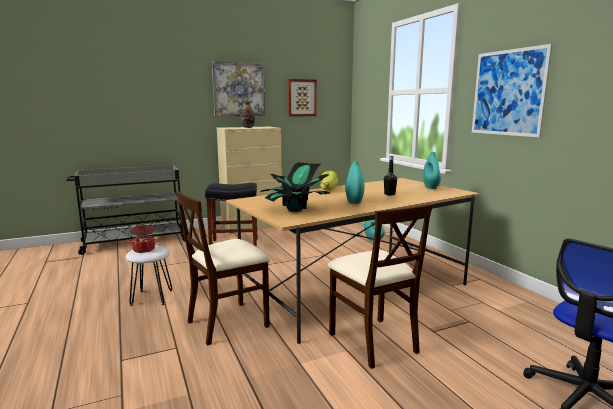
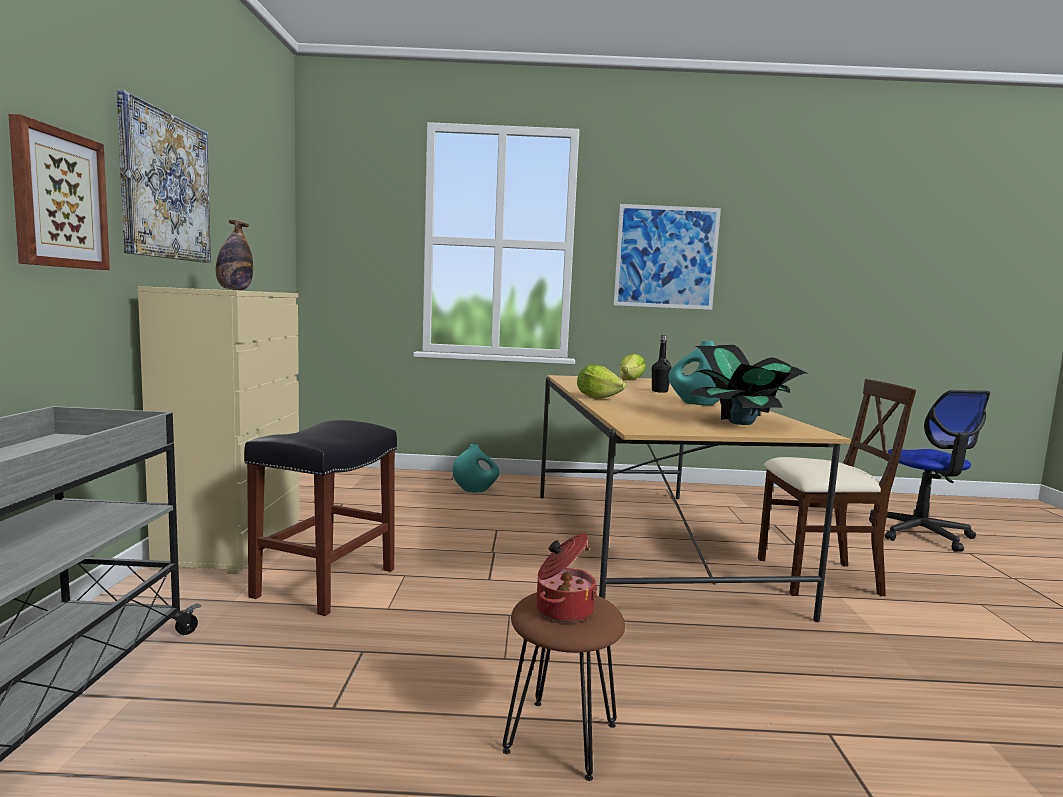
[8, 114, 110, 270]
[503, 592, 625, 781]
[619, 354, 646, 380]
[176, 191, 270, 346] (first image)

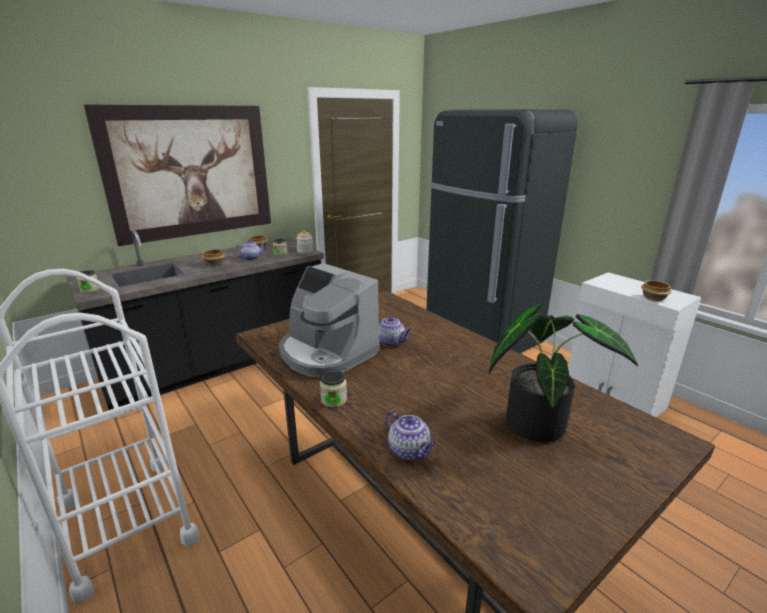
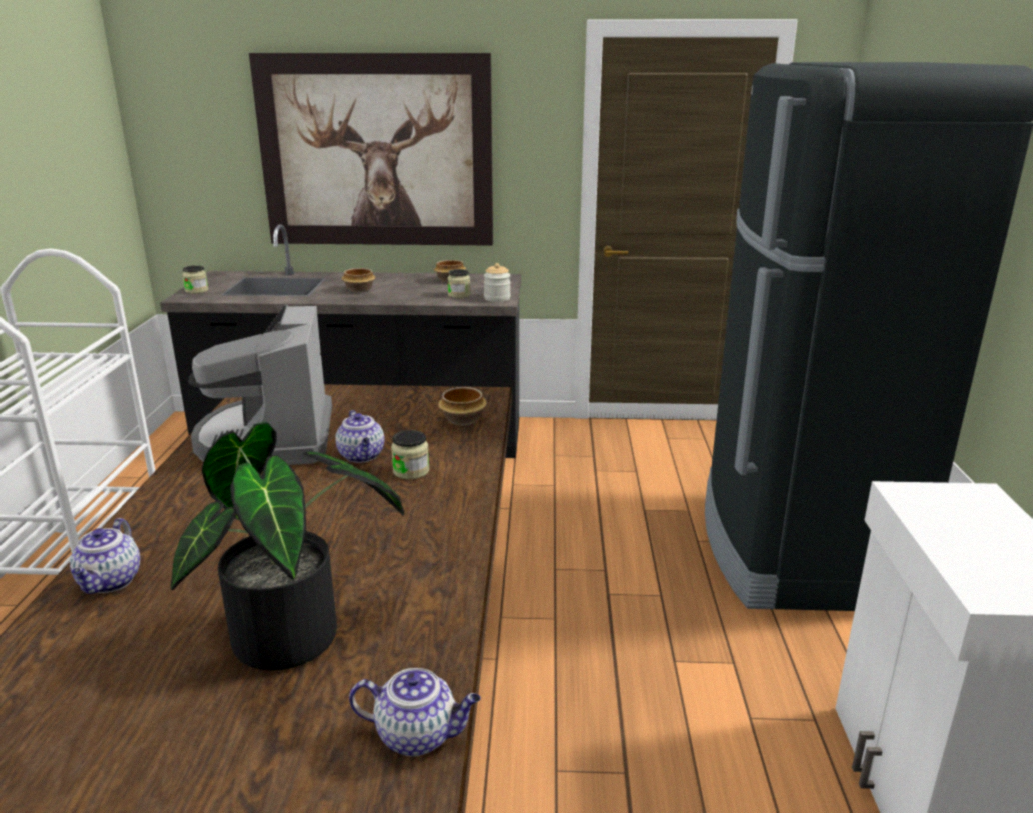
[349, 668, 481, 756]
[391, 430, 429, 479]
[438, 387, 487, 425]

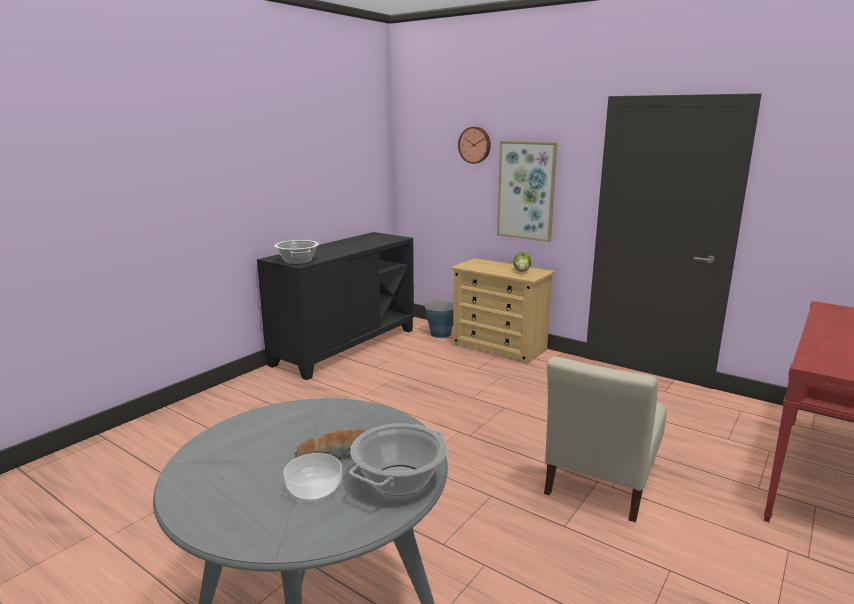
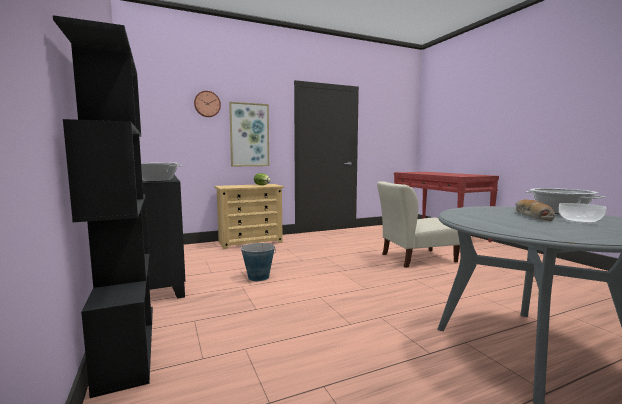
[53, 15, 153, 398]
[241, 243, 276, 281]
[377, 181, 460, 268]

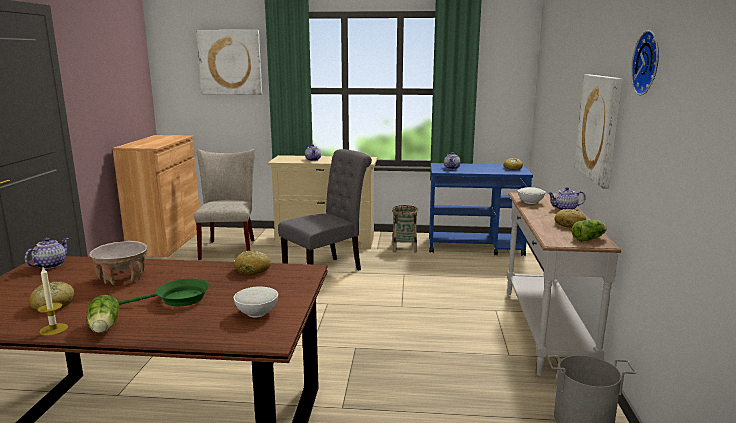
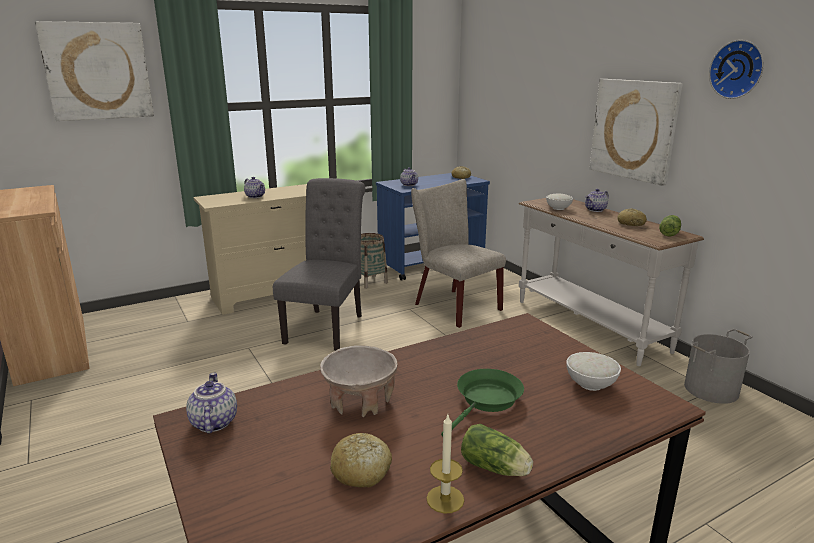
[411, 179, 506, 328]
[234, 250, 271, 274] (first image)

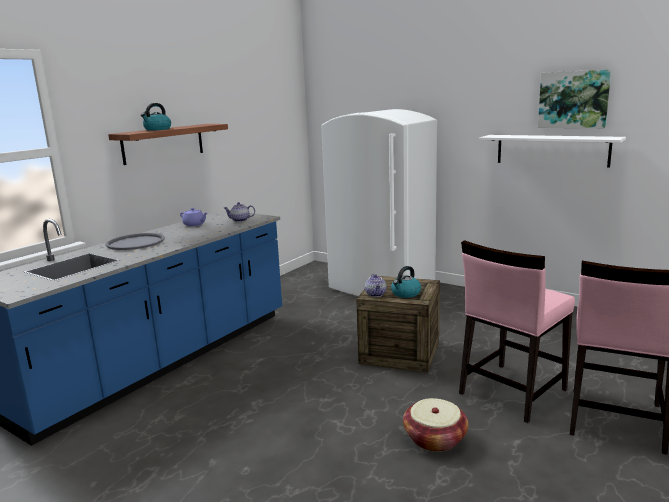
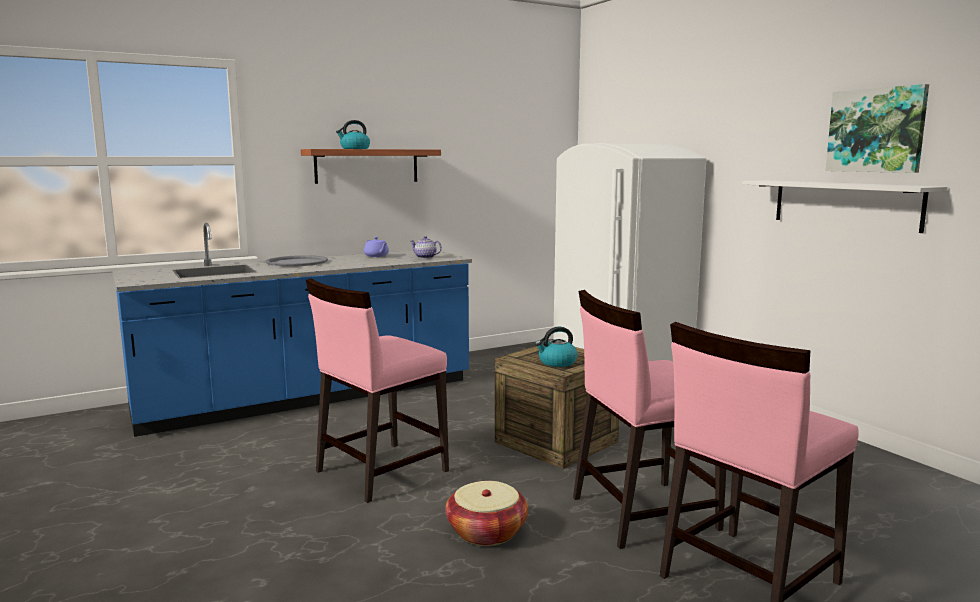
[306, 279, 449, 503]
[365, 274, 386, 297] (first image)

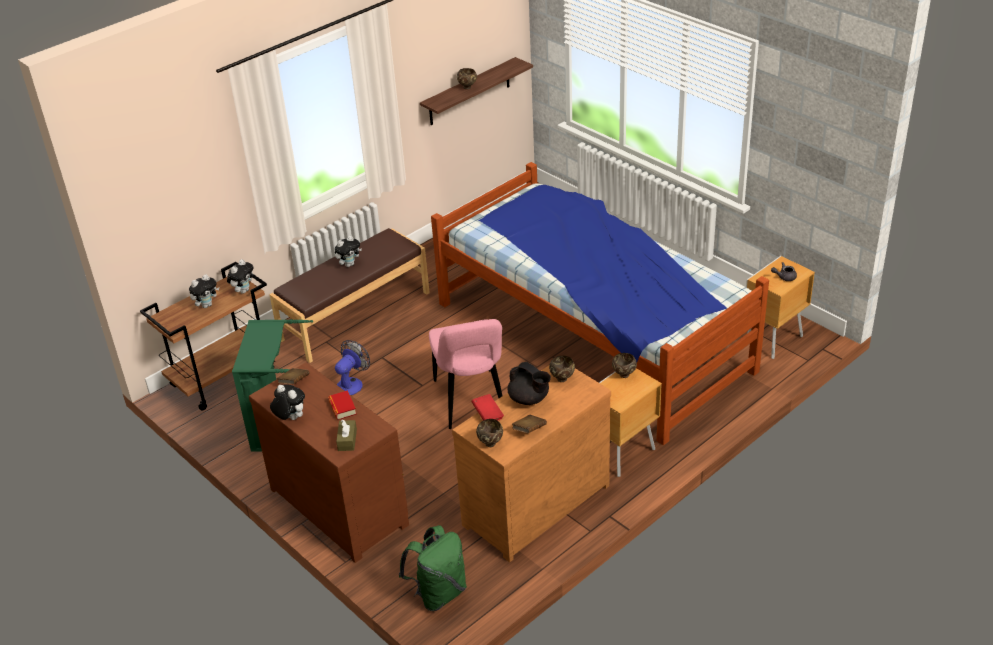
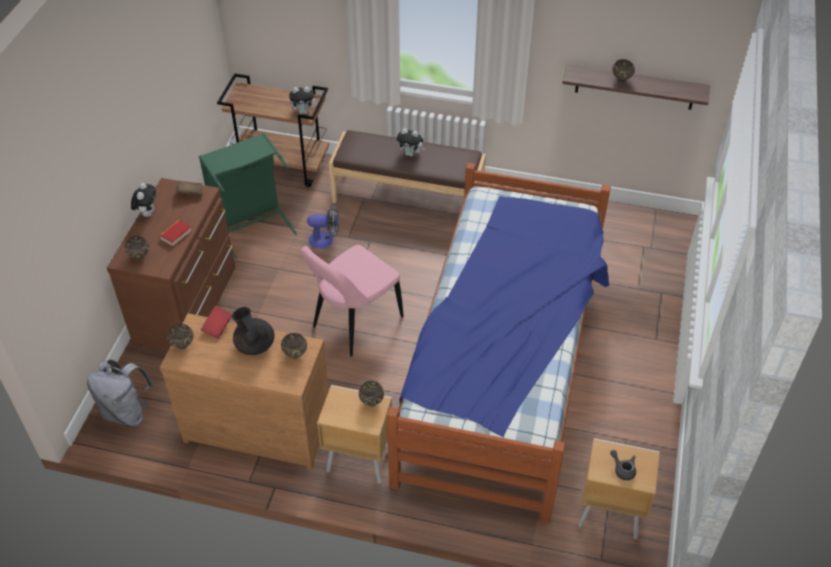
[87, 360, 153, 426]
[125, 236, 149, 260]
[232, 307, 275, 355]
[189, 274, 219, 308] (first image)
[512, 415, 547, 433] (first image)

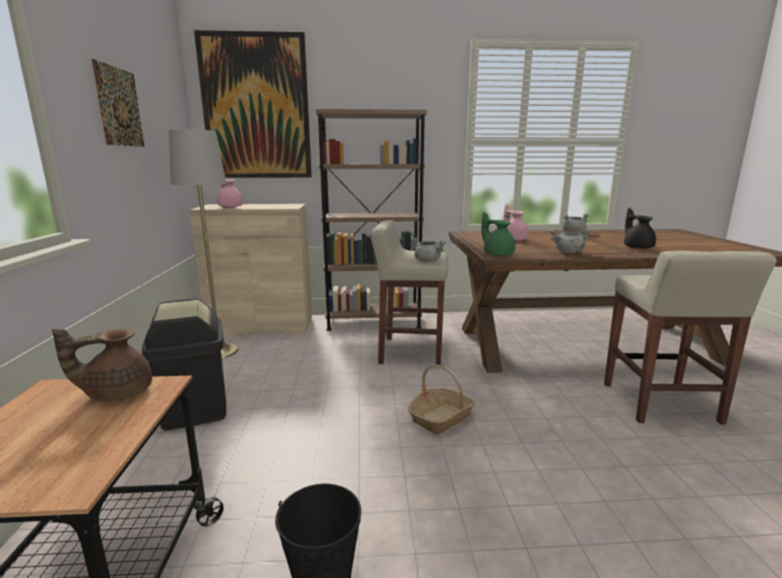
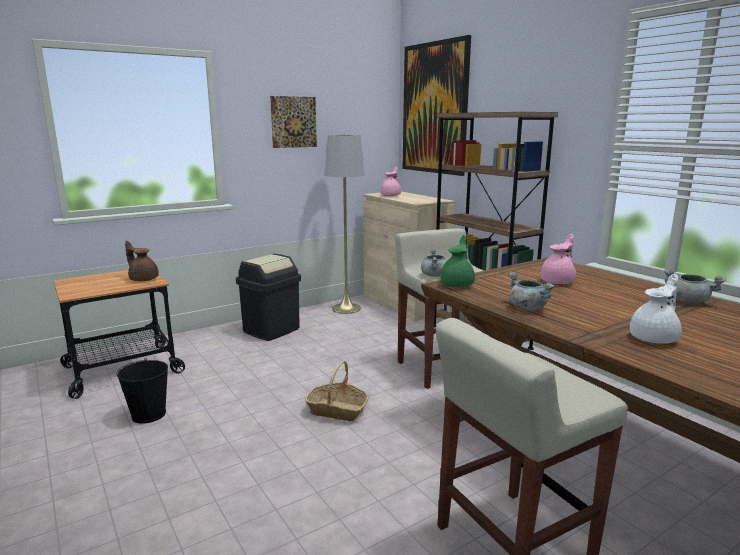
[630, 273, 682, 344]

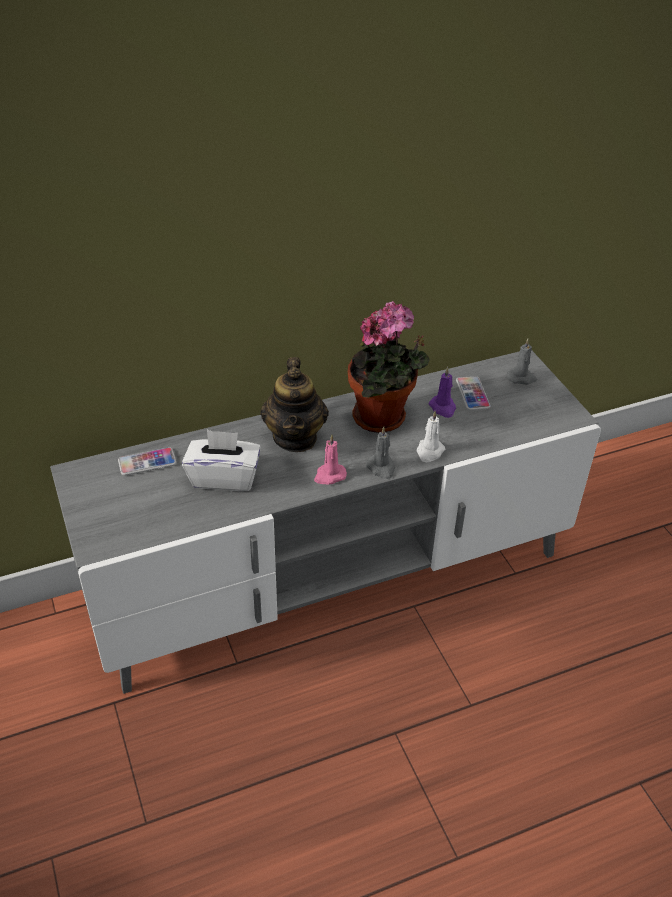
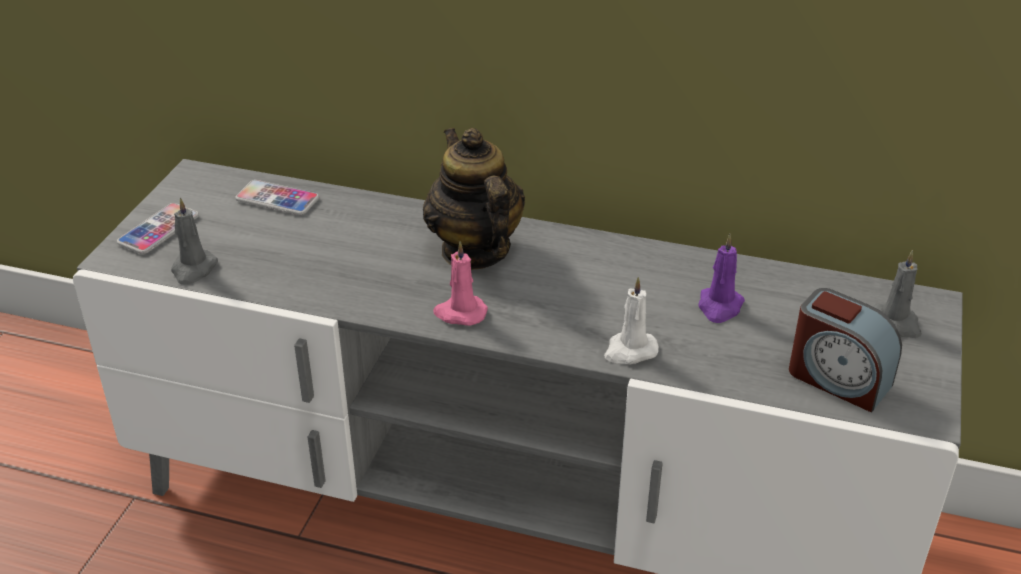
[117, 203, 199, 254]
[171, 198, 218, 285]
[423, 128, 525, 270]
[789, 288, 902, 412]
[182, 430, 261, 491] (first image)
[348, 301, 430, 433] (first image)

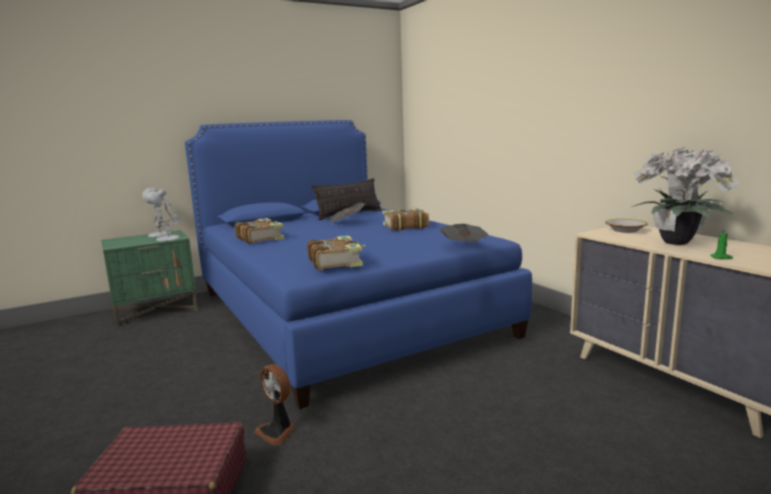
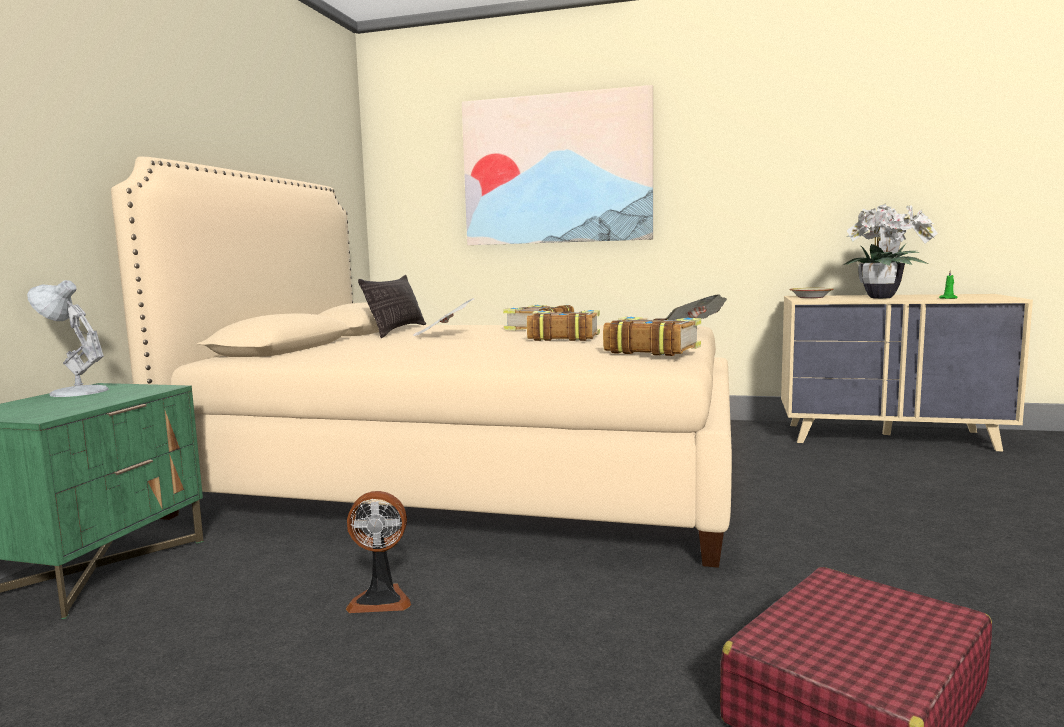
[111, 157, 732, 568]
[346, 491, 411, 613]
[462, 85, 653, 245]
[527, 310, 600, 341]
[146, 189, 180, 241] (first image)

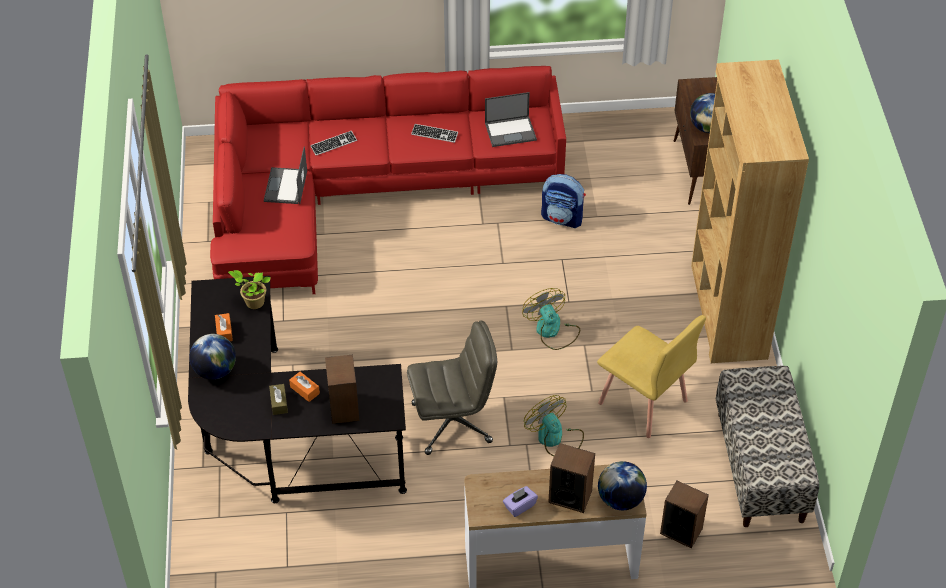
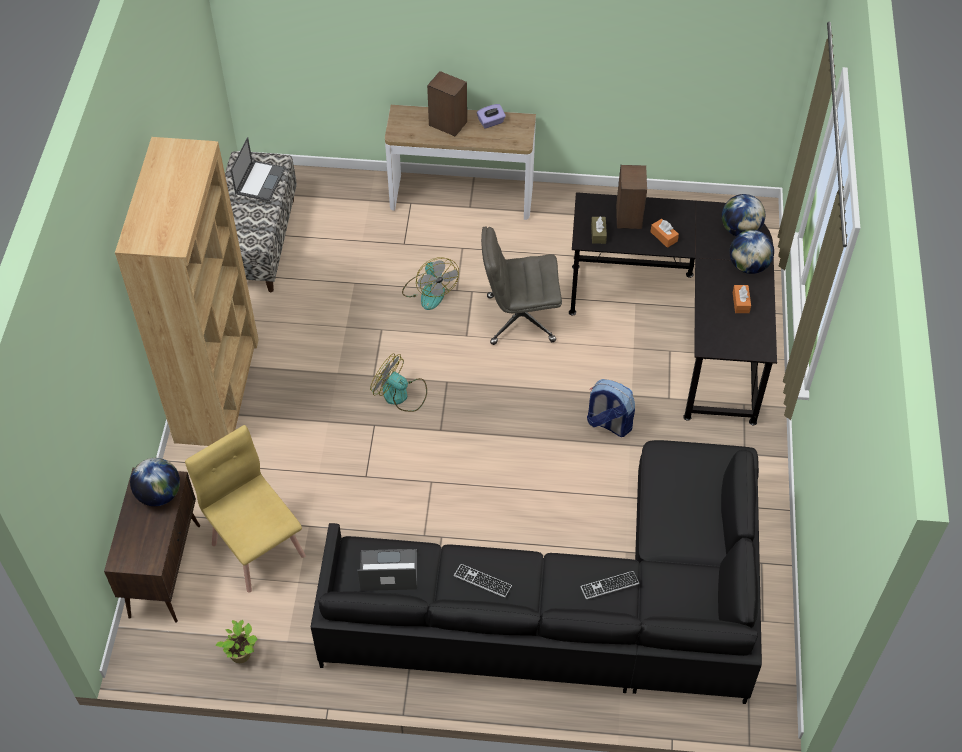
[185, 425, 306, 593]
[216, 620, 258, 663]
[230, 137, 286, 201]
[311, 440, 762, 704]
[370, 354, 427, 412]
[587, 379, 635, 437]
[591, 216, 607, 244]
[722, 194, 765, 236]
[660, 481, 709, 548] (first image)

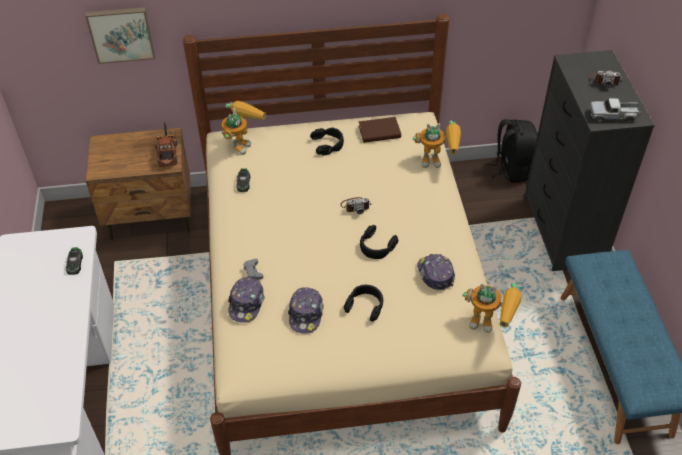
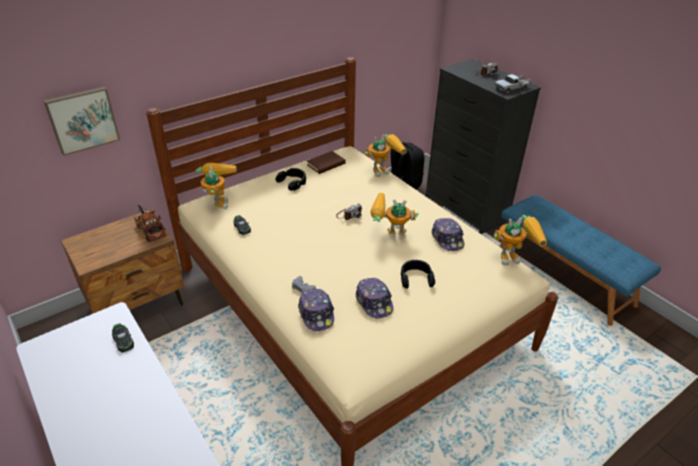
[371, 193, 418, 235]
[432, 218, 464, 251]

